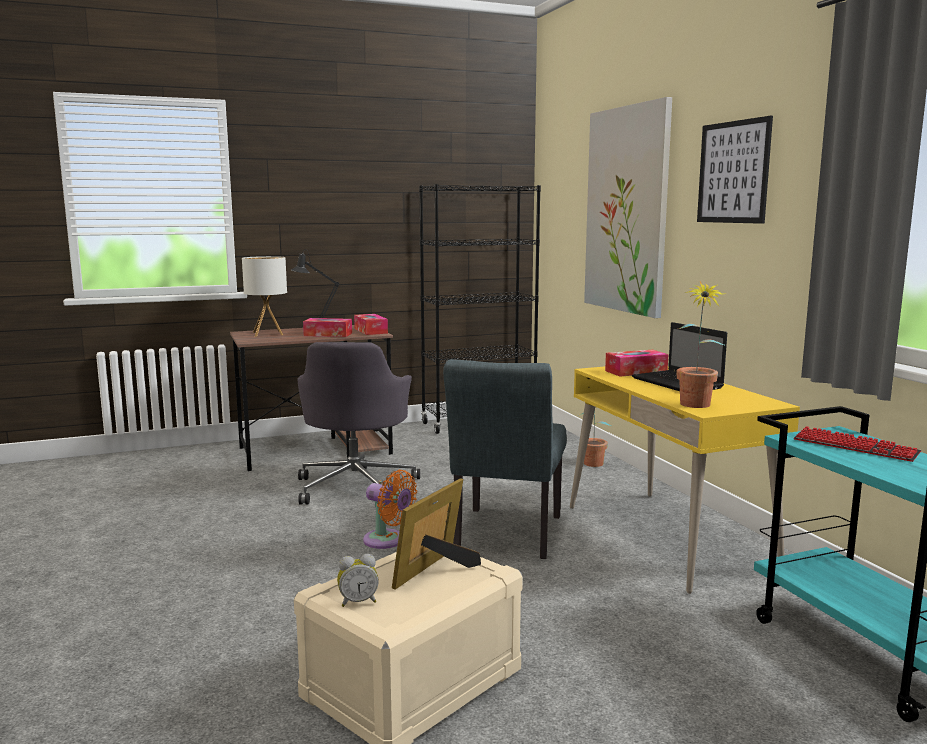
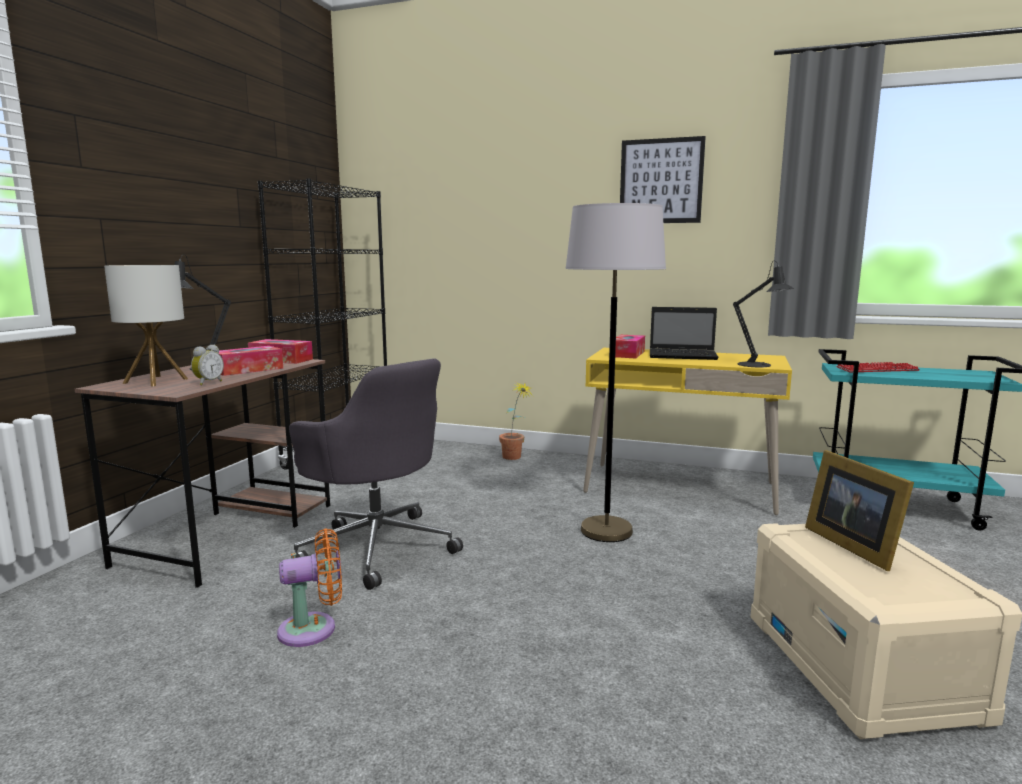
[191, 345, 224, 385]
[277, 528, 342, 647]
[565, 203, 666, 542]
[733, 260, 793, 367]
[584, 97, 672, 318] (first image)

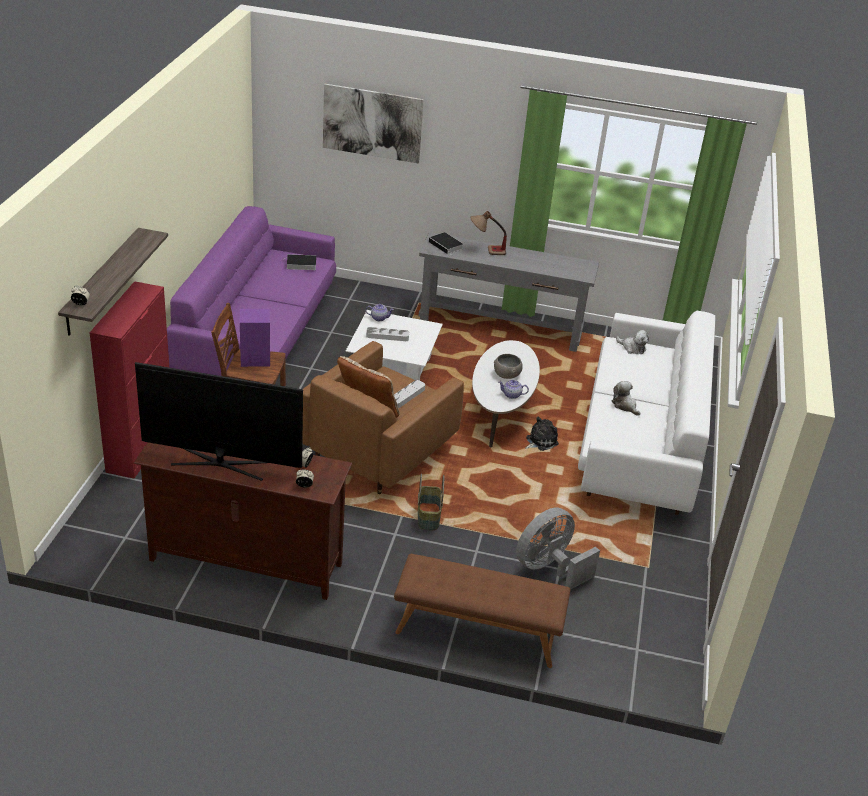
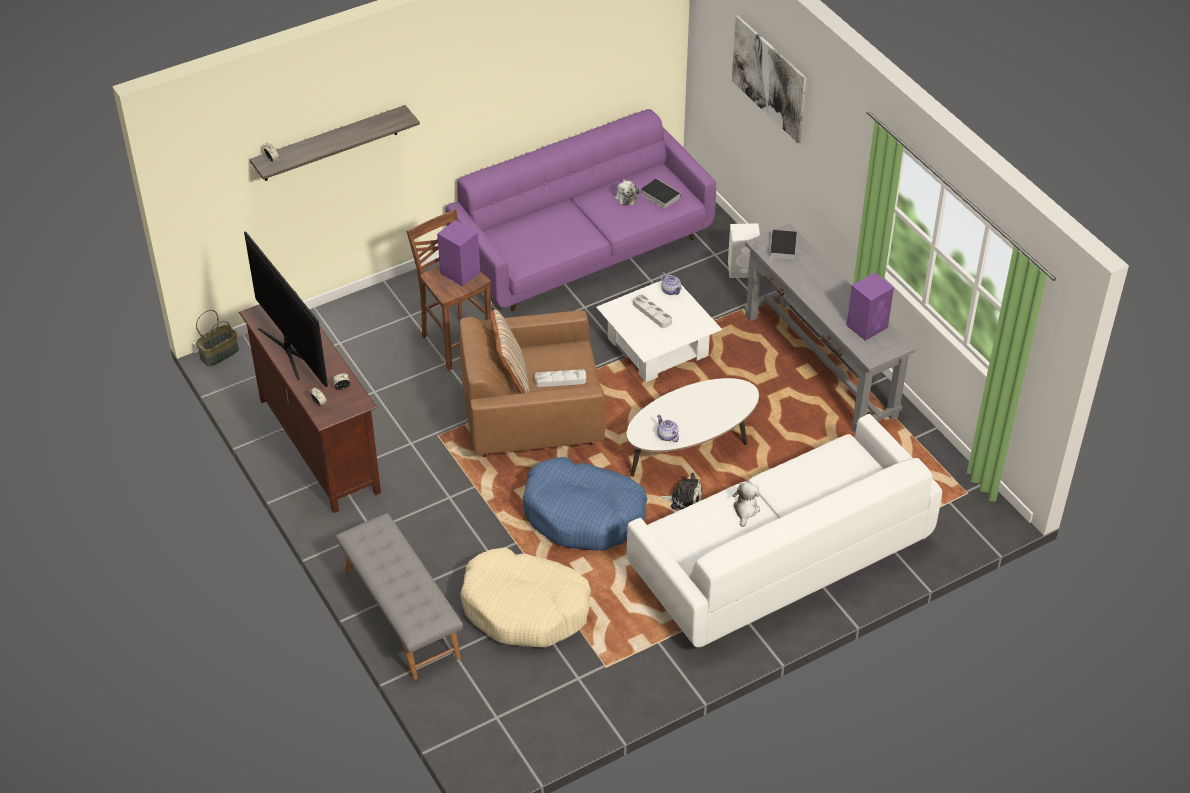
[196, 310, 239, 366]
[335, 513, 463, 680]
[460, 547, 591, 648]
[523, 457, 648, 551]
[614, 179, 640, 206]
[728, 223, 760, 278]
[847, 273, 894, 341]
[90, 281, 169, 479] (first image)
[470, 211, 507, 255] (first image)
[494, 354, 523, 379] (first image)

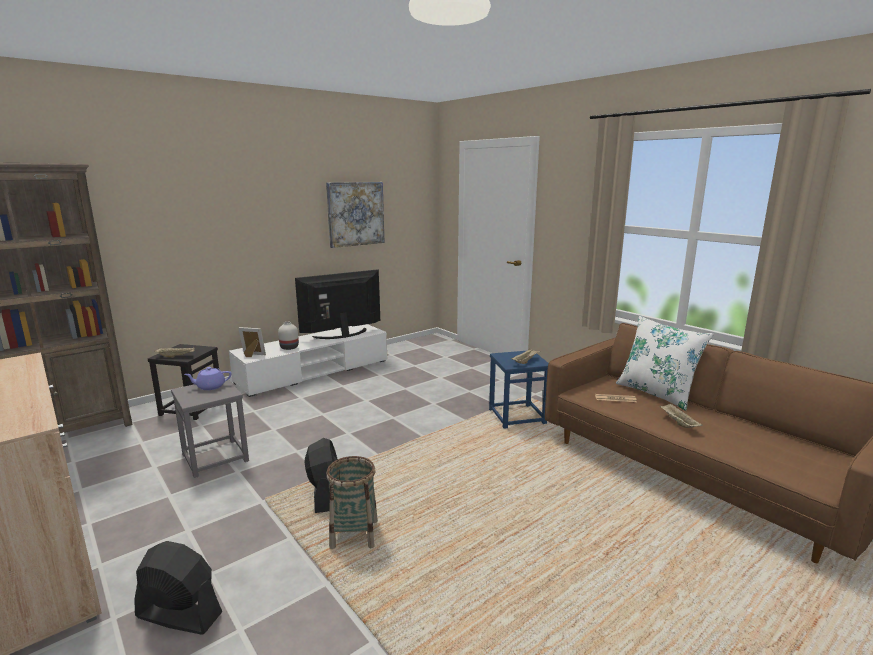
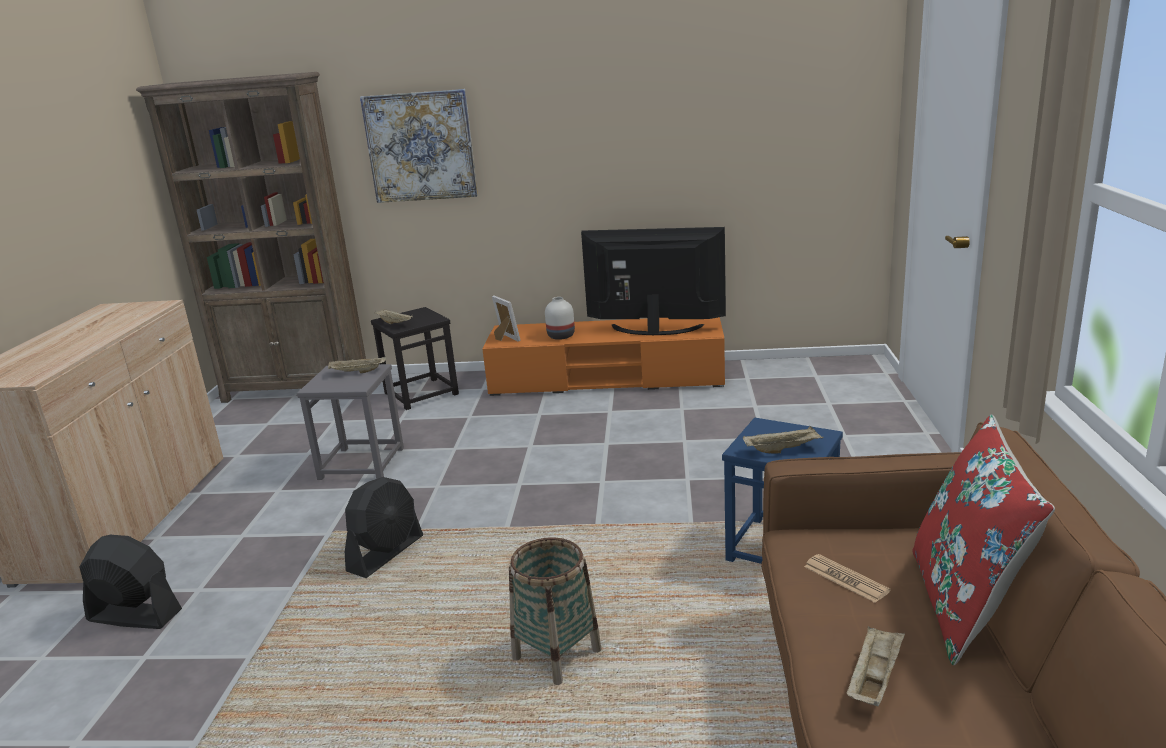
[79, 535, 182, 629]
[328, 356, 386, 373]
[360, 89, 478, 203]
[483, 317, 725, 396]
[509, 537, 601, 685]
[912, 414, 1055, 665]

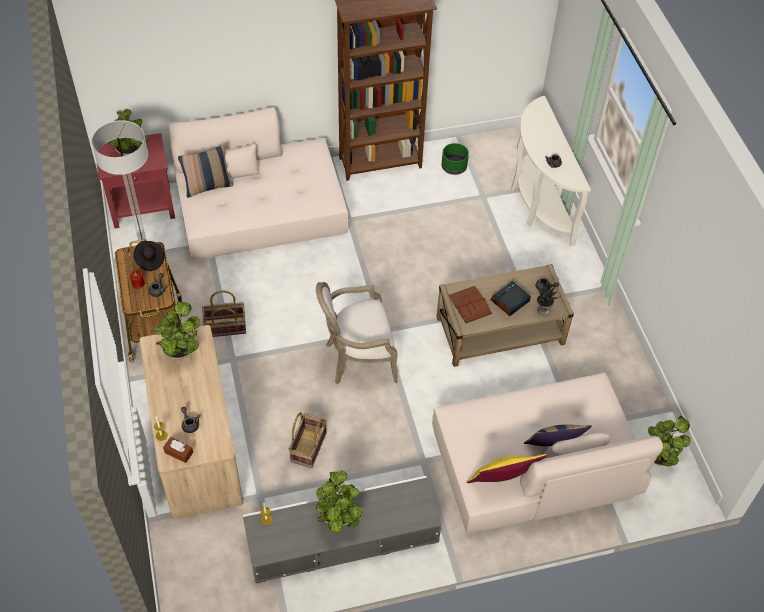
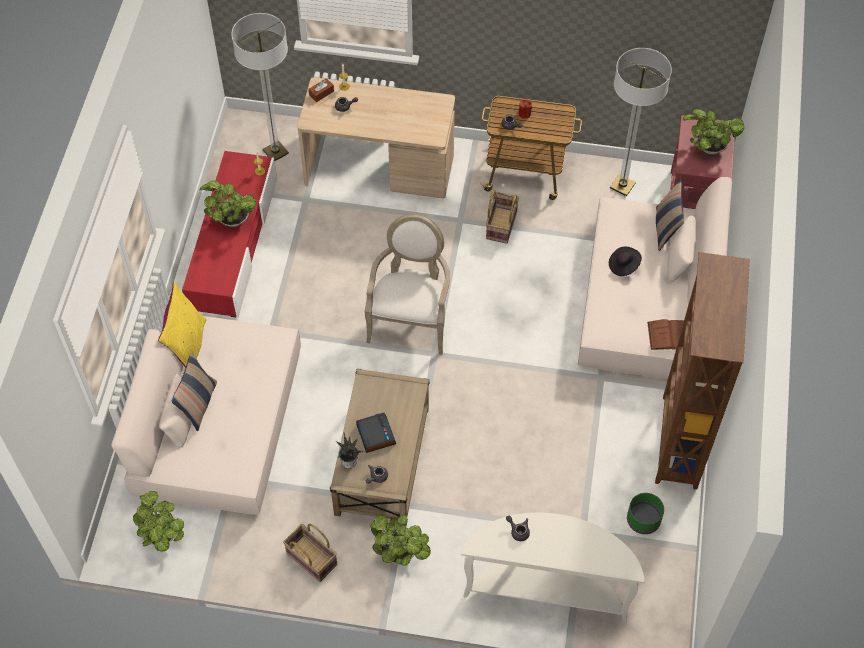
[182, 151, 277, 317]
[231, 13, 289, 161]
[283, 524, 337, 582]
[370, 515, 431, 566]
[609, 247, 642, 276]
[647, 319, 684, 350]

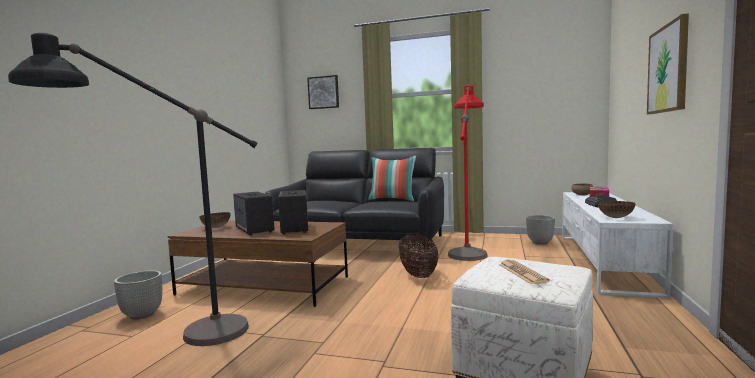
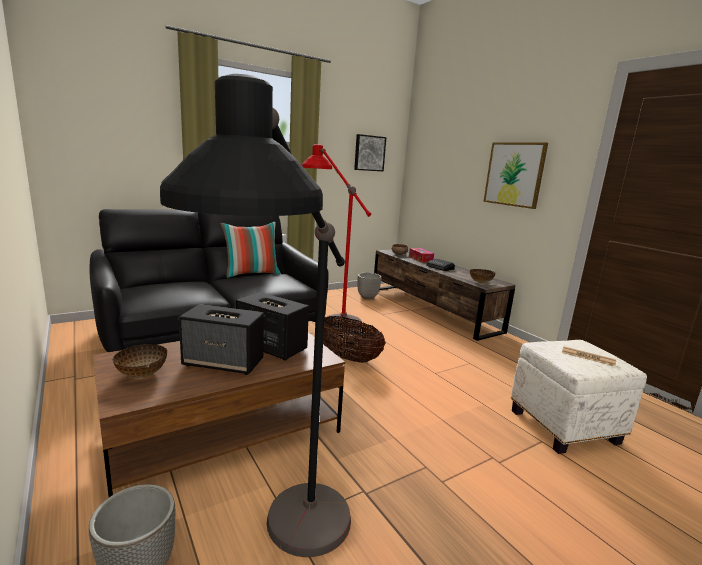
[354, 134, 387, 172]
[374, 249, 516, 341]

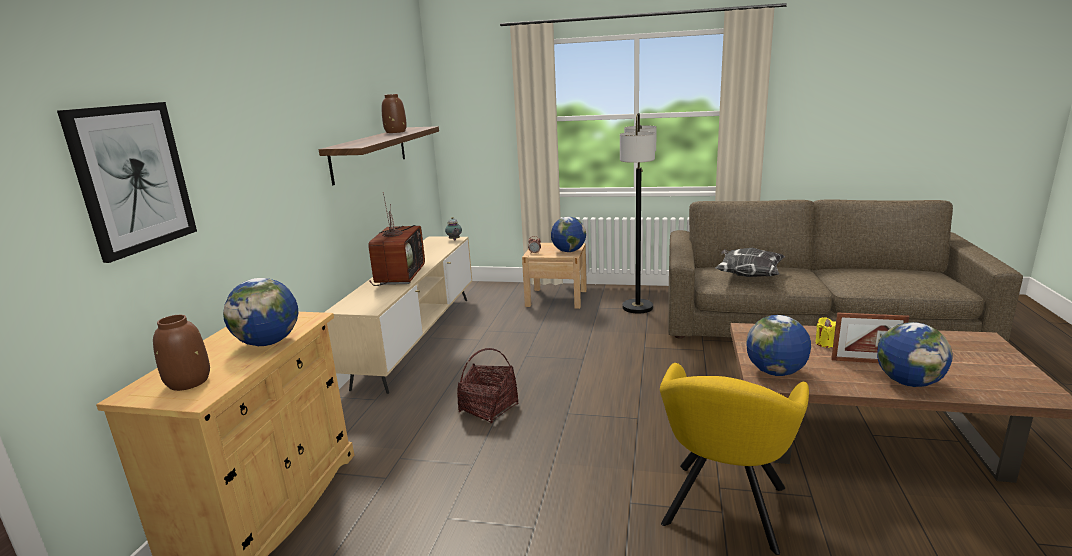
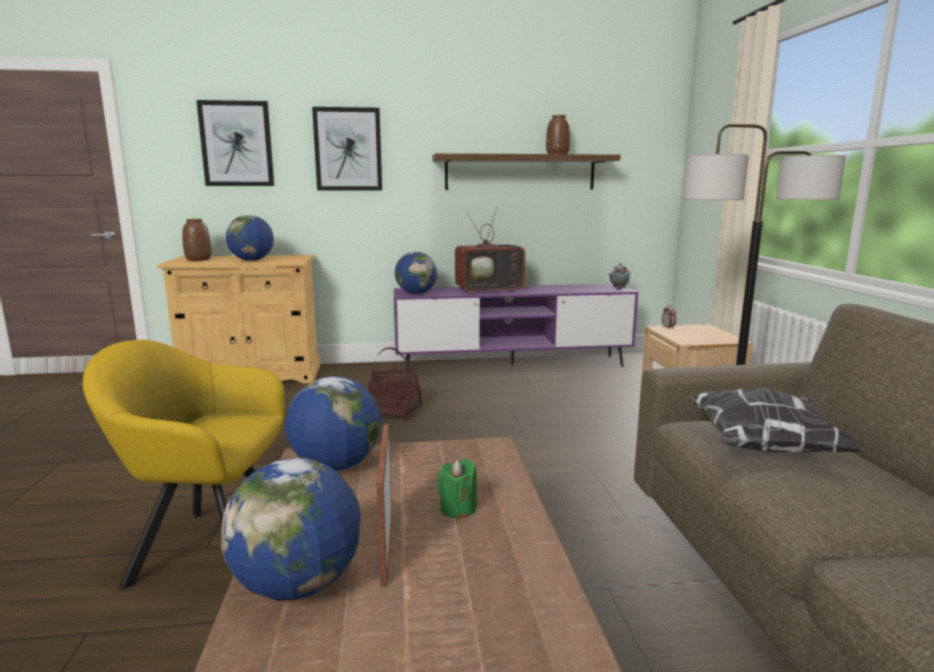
[312, 107, 382, 191]
[394, 284, 638, 370]
[395, 251, 437, 294]
[437, 459, 477, 519]

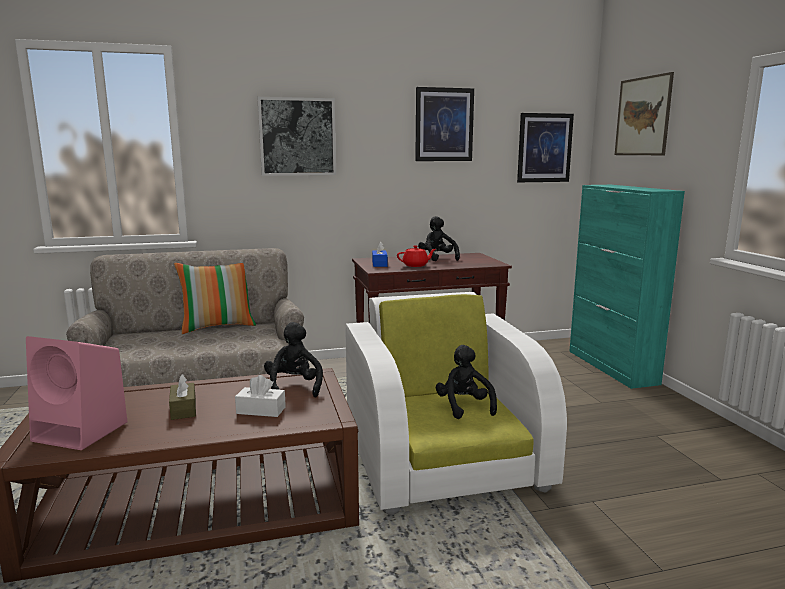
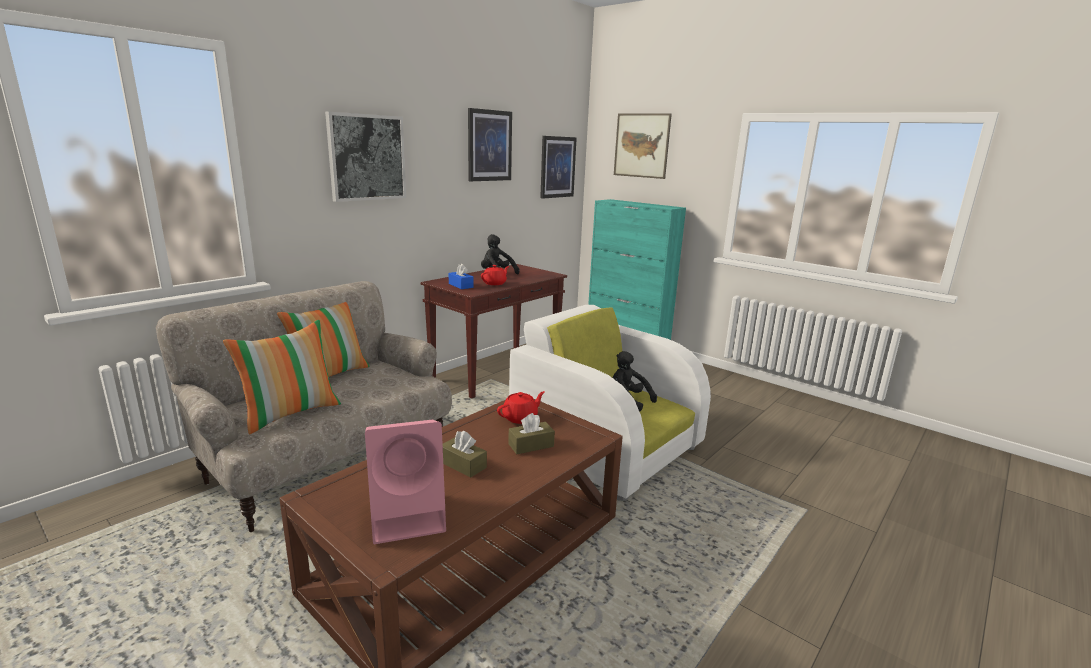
[223, 320, 341, 434]
[497, 391, 545, 424]
[508, 413, 555, 454]

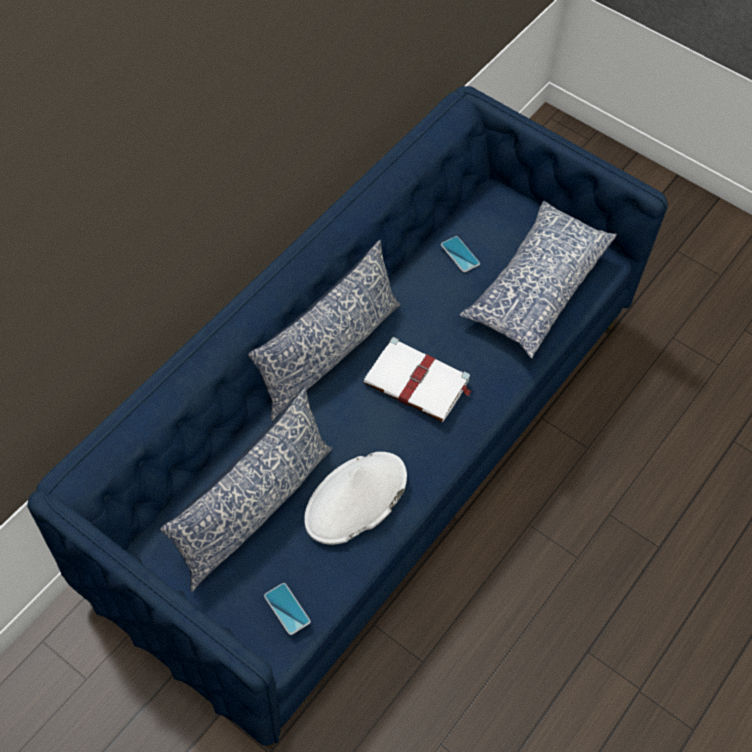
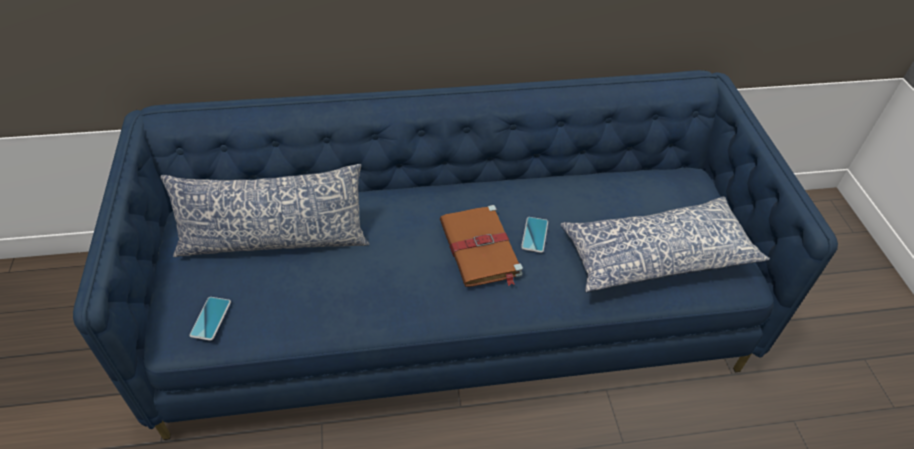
[440, 205, 523, 287]
[521, 217, 548, 253]
[248, 240, 401, 421] (first image)
[304, 452, 407, 545] (first image)

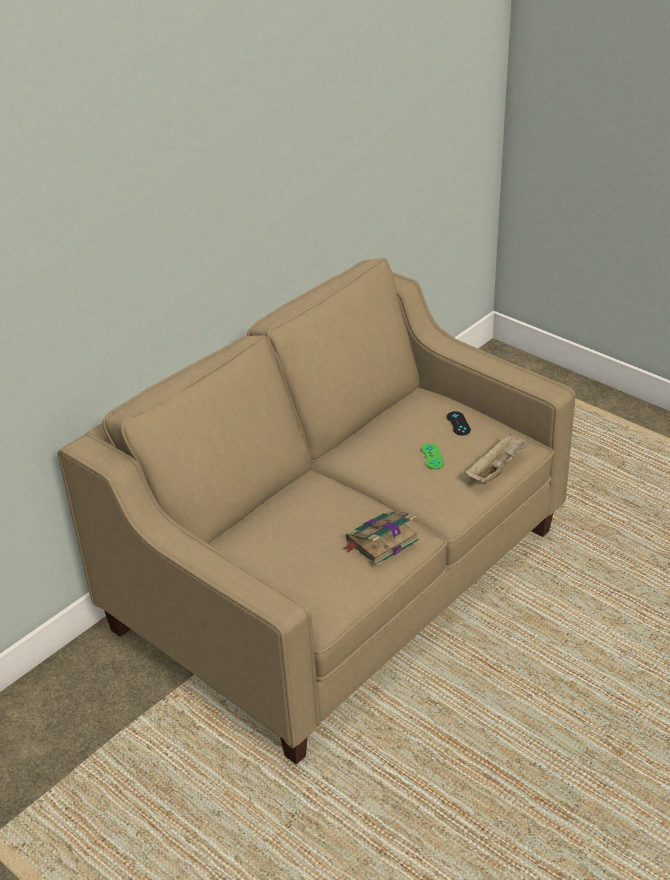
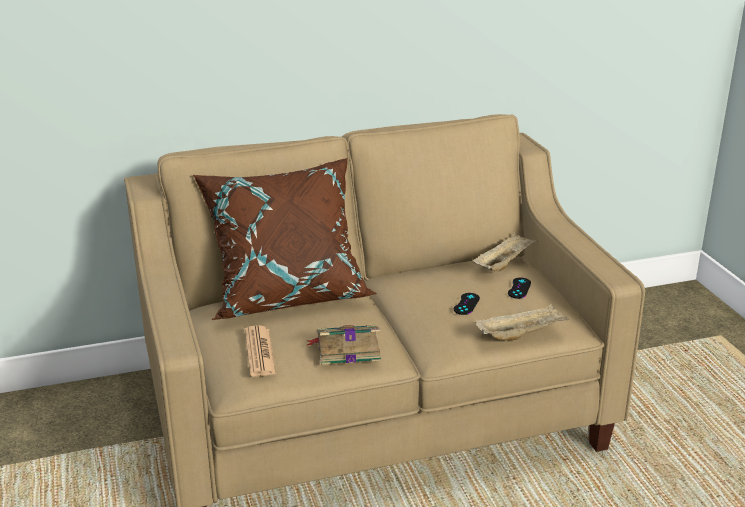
[193, 158, 377, 320]
[245, 326, 276, 377]
[454, 293, 480, 315]
[472, 232, 538, 271]

